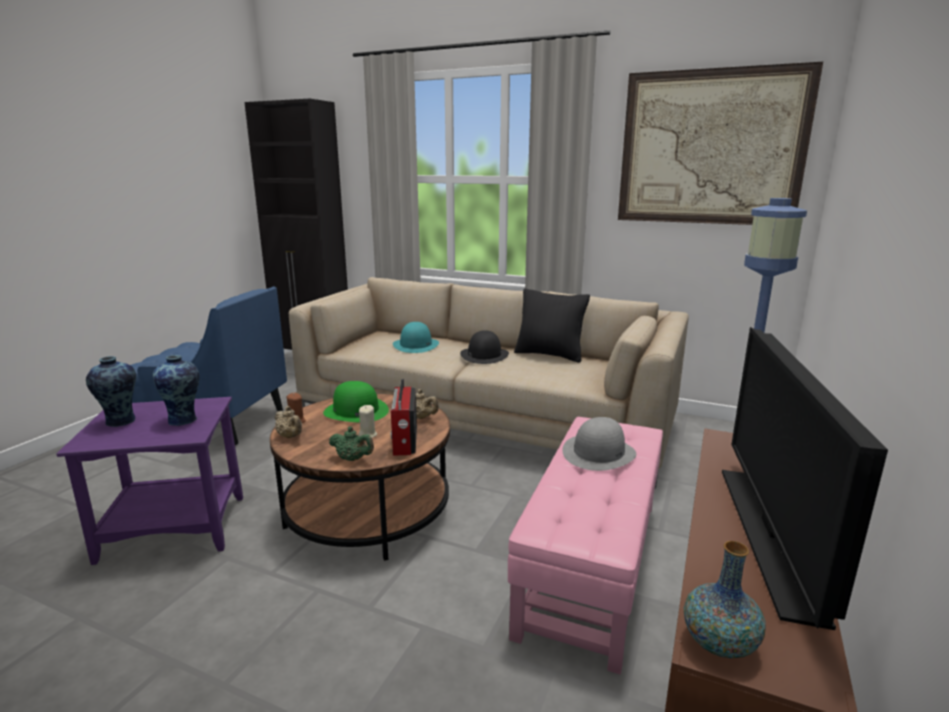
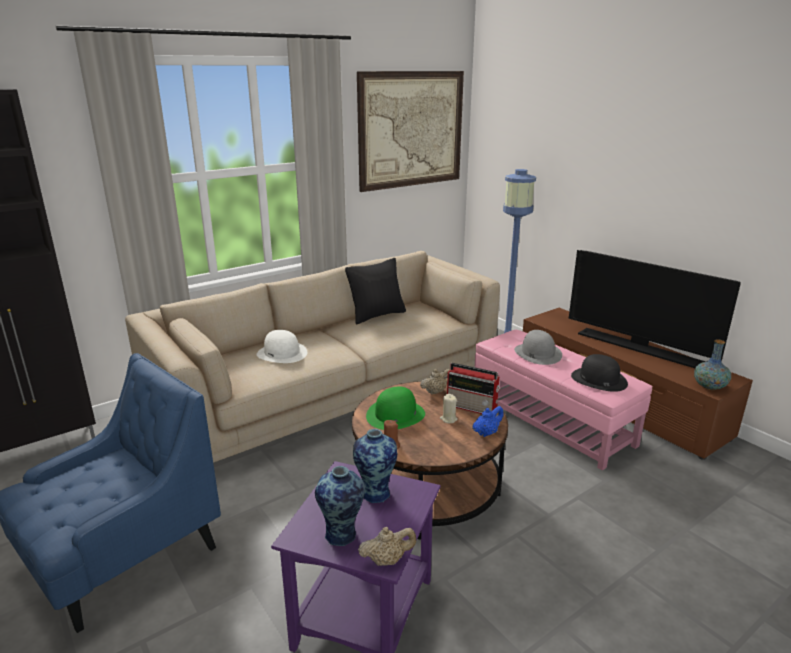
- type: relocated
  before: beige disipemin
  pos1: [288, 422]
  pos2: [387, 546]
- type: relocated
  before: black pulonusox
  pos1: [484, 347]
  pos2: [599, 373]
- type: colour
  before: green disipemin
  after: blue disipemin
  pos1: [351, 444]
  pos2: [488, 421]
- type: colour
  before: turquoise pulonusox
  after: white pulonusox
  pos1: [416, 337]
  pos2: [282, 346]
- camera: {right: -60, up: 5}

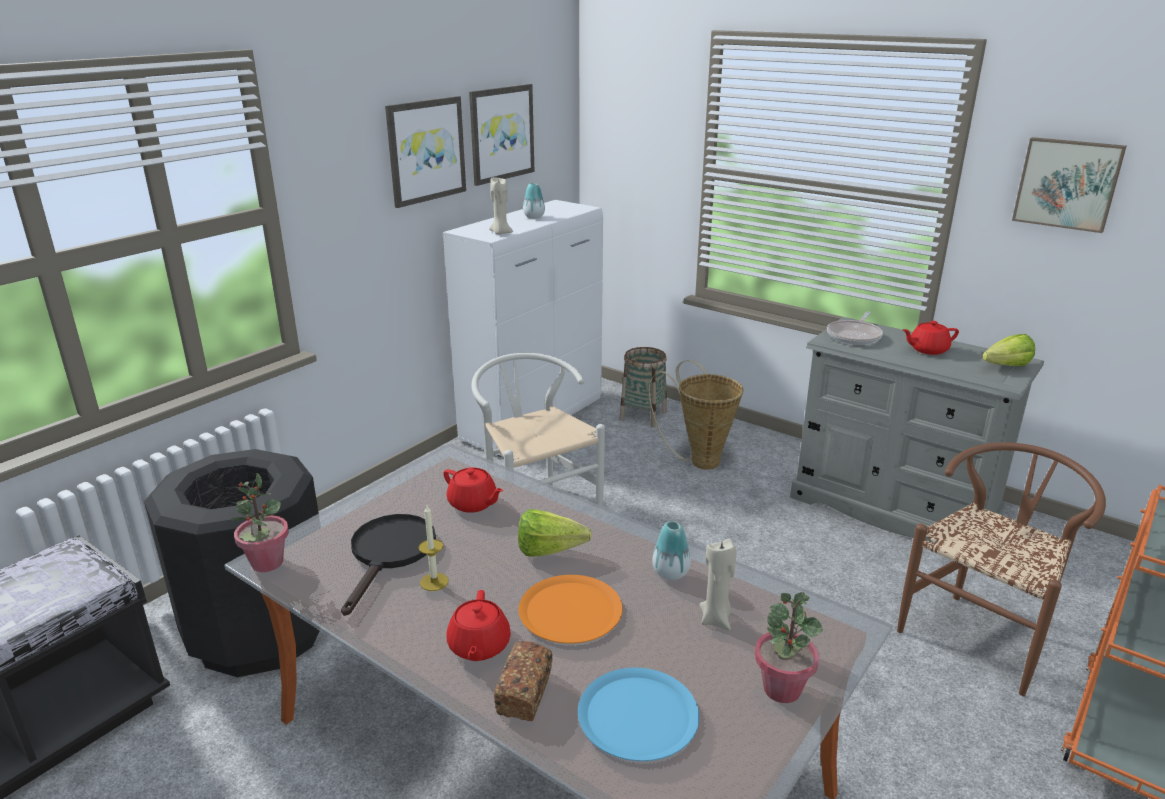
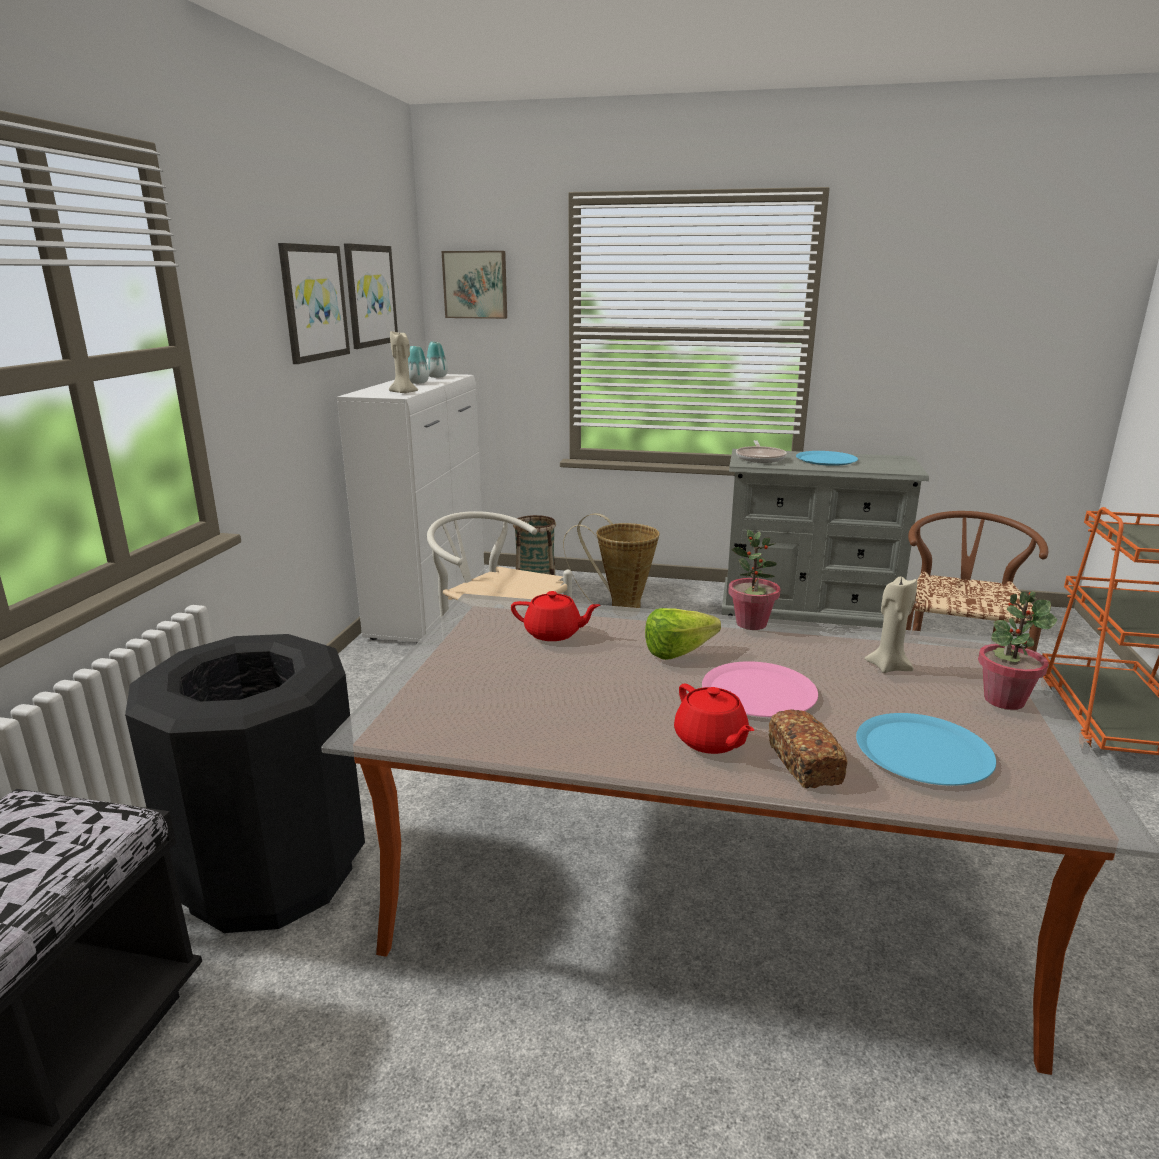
- type: missing
  before: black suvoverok
  pos1: [388, 565]
- type: missing
  before: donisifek
  pos1: [434, 548]
- type: missing
  before: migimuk
  pos1: [1009, 350]
- type: relocated
  before: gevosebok
  pos1: [260, 522]
  pos2: [754, 580]
- type: relocated
  before: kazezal
  pos1: [671, 550]
  pos2: [437, 360]
- type: relocated
  before: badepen
  pos1: [1069, 185]
  pos2: [474, 285]
- type: exchanged
  before: red disipemin
  after: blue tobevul
  pos1: [931, 338]
  pos2: [827, 458]
- type: colour
  before: orange tobevul
  after: pink tobevul
  pos1: [570, 609]
  pos2: [760, 689]
- camera: {right: -25, up: -5}

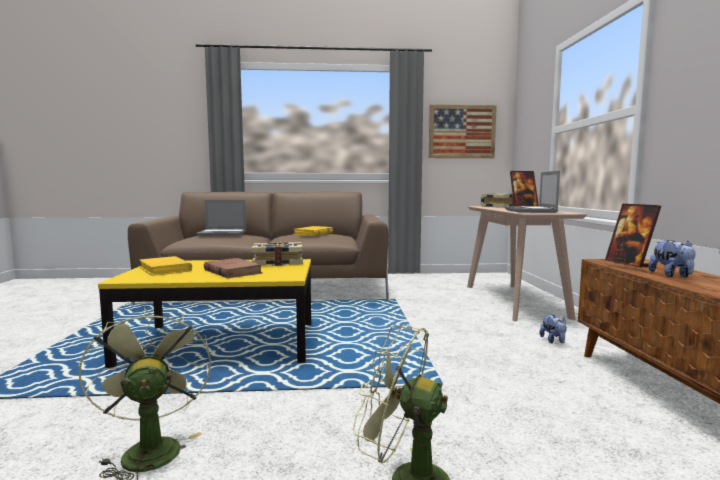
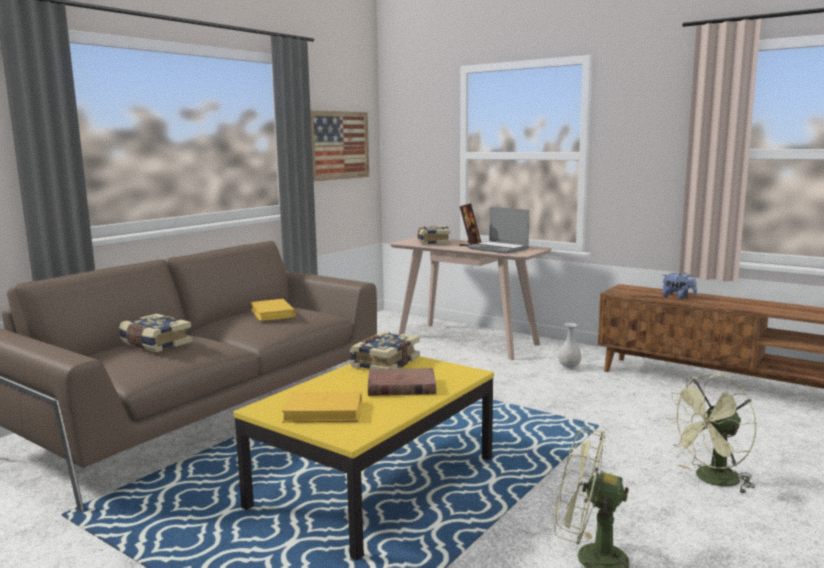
- type: missing
  before: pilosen
  pos1: [633, 236]
- type: exchanged
  before: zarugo
  after: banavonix
  pos1: [221, 218]
  pos2: [156, 333]
- type: exchanged
  before: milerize
  after: white kazezal
  pos1: [553, 328]
  pos2: [569, 346]
- camera: {right: -50, up: 5}

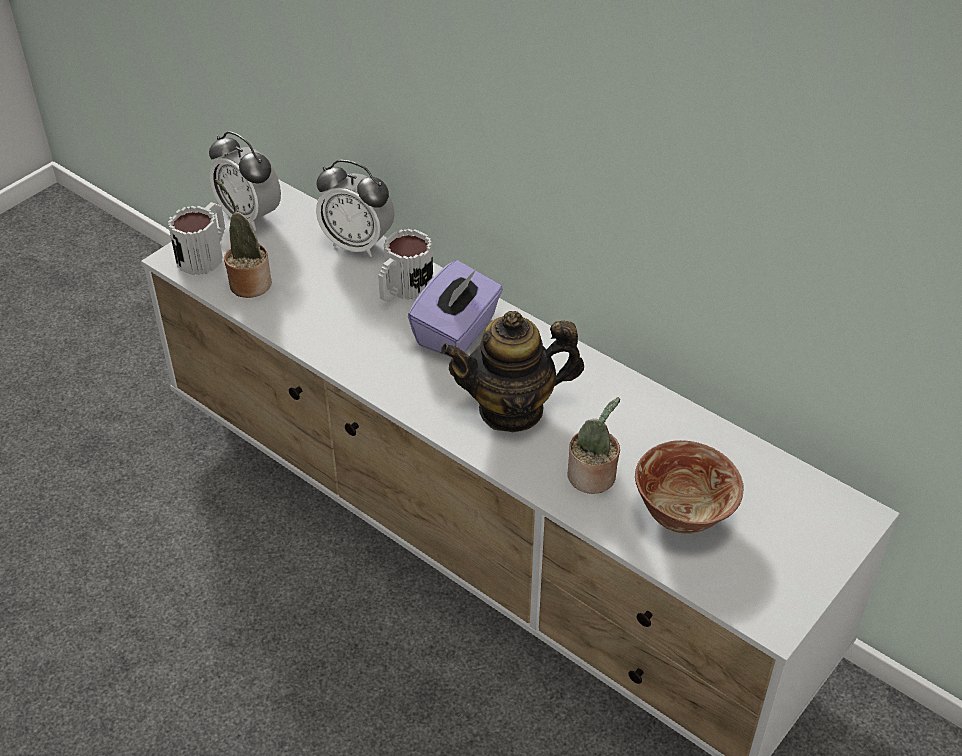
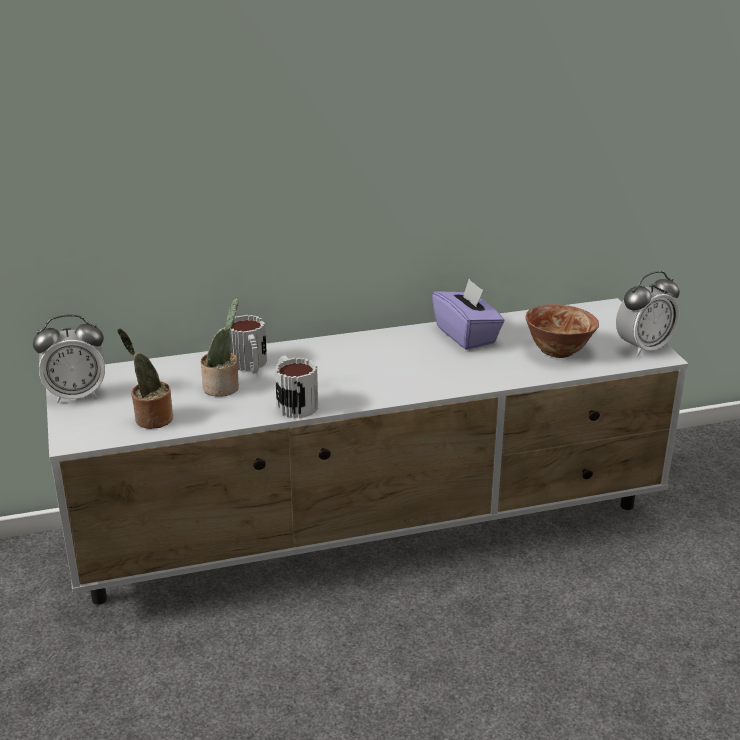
- type: missing
  before: disipemin
  pos1: [512, 371]
- type: relocated
  before: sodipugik
  pos1: [196, 238]
  pos2: [296, 387]
- type: relocated
  before: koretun
  pos1: [355, 208]
  pos2: [648, 313]
- type: relocated
  before: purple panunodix
  pos1: [455, 309]
  pos2: [468, 314]
- type: relocated
  before: gevosebok
  pos1: [593, 445]
  pos2: [220, 347]
- camera: {right: -55, up: -15}

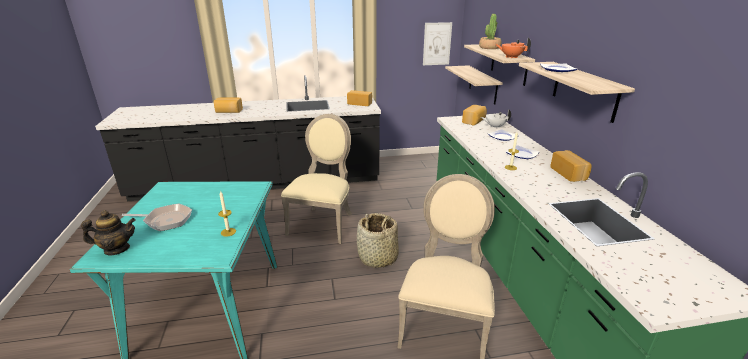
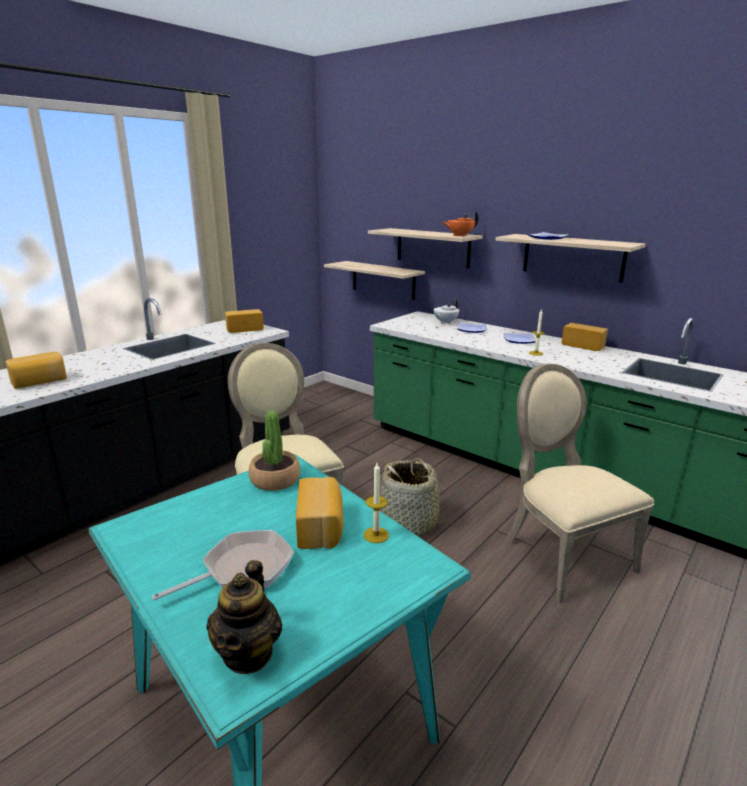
- type: missing
  before: badepen
  pos1: [437, 43]
- type: relocated
  before: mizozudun
  pos1: [474, 115]
  pos2: [319, 513]
- type: relocated
  before: gevosebok
  pos1: [490, 31]
  pos2: [274, 450]
- type: spun
  before: disipemin
  pos1: [108, 233]
  pos2: [244, 617]
  turn: 150
- camera: {right: -40, up: -5}

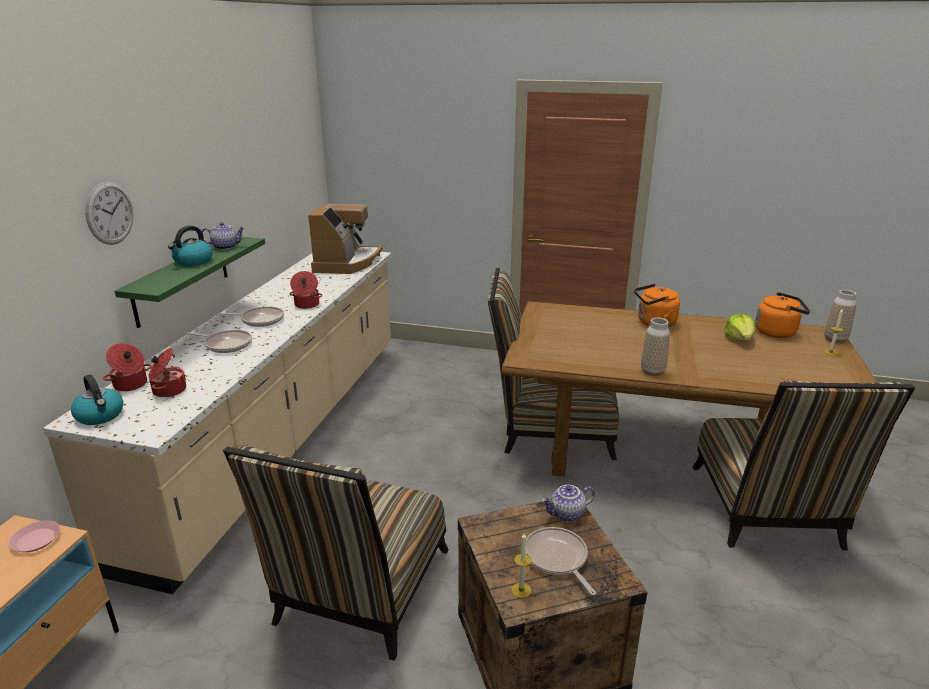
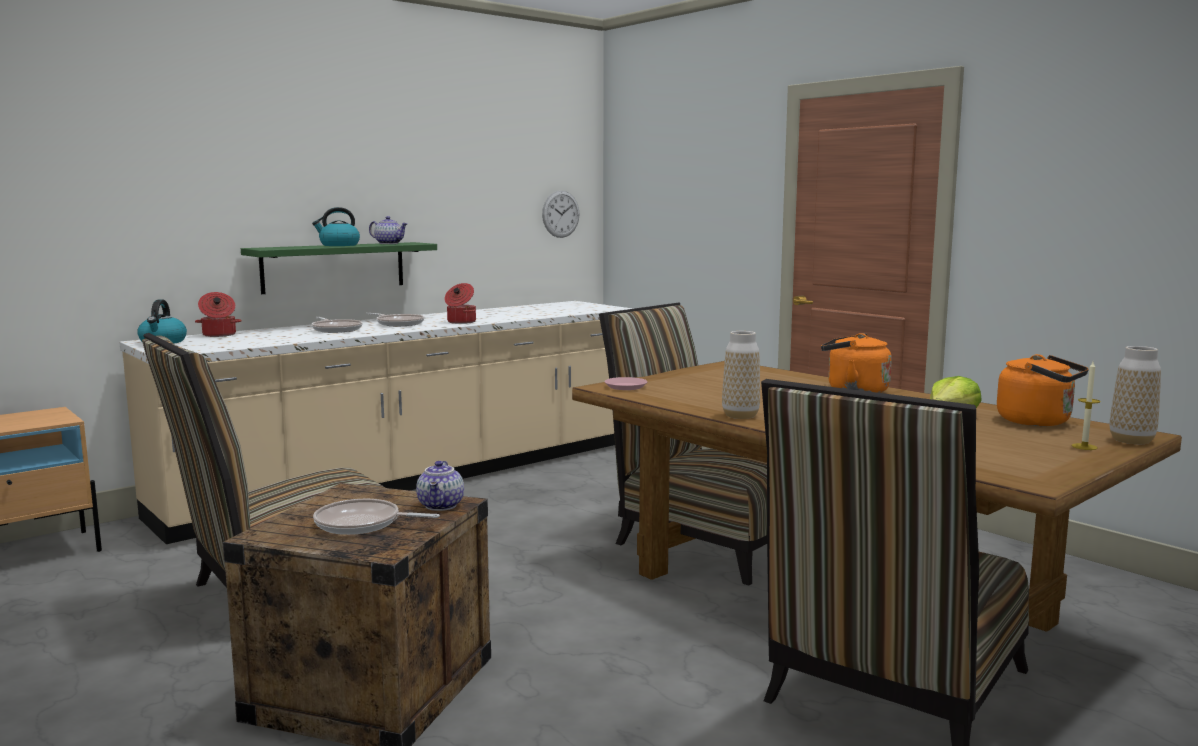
- type: missing
  before: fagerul
  pos1: [167, 372]
- type: missing
  before: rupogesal
  pos1: [345, 239]
- type: missing
  before: donisifek
  pos1: [521, 565]
- type: relocated
  before: pink tobevul
  pos1: [34, 536]
  pos2: [625, 383]
- type: relocated
  before: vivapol
  pos1: [109, 213]
  pos2: [560, 214]
- type: spun
  before: suvoverok
  pos1: [560, 561]
  pos2: [376, 517]
  turn: -90
- type: spun
  before: disipemin
  pos1: [568, 503]
  pos2: [440, 486]
  turn: -105
- camera: {right: 35, up: -15}

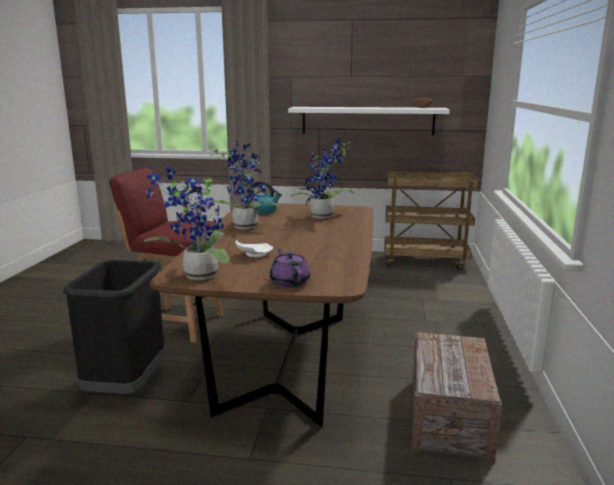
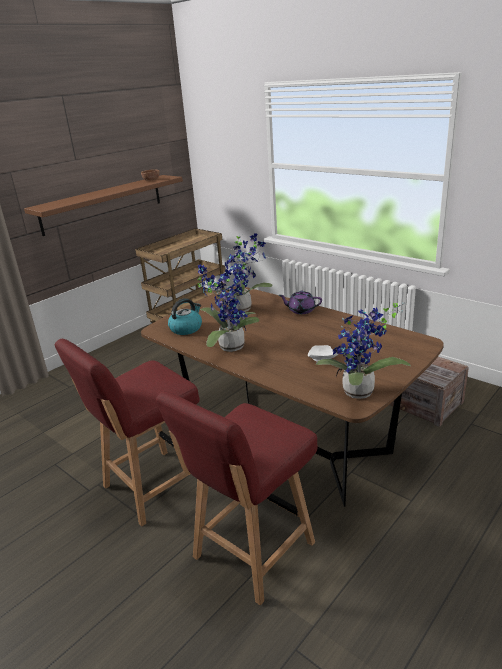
- type: relocated
  before: purple disipemin
  pos1: [289, 268]
  pos2: [300, 302]
- type: exchanged
  before: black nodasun
  after: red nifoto
  pos1: [114, 327]
  pos2: [236, 498]
- type: colour
  before: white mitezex
  after: brown mitezex
  pos1: [369, 121]
  pos2: [103, 205]
- camera: {right: -55, up: 10}

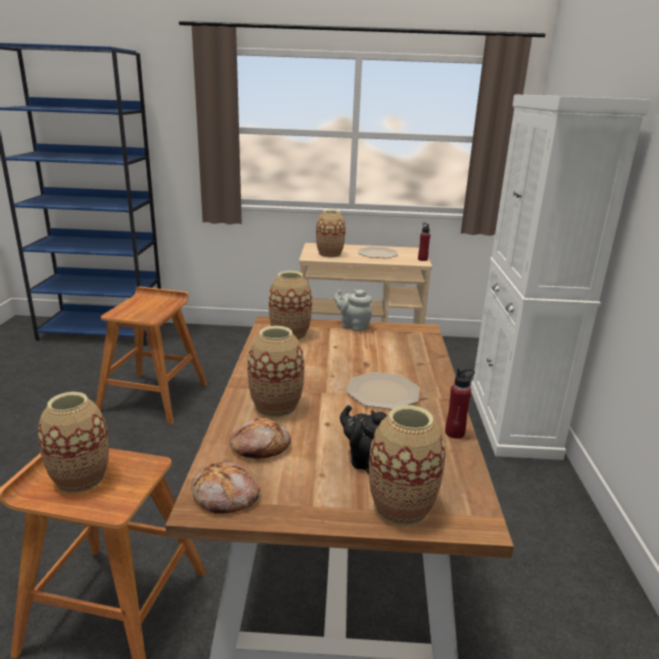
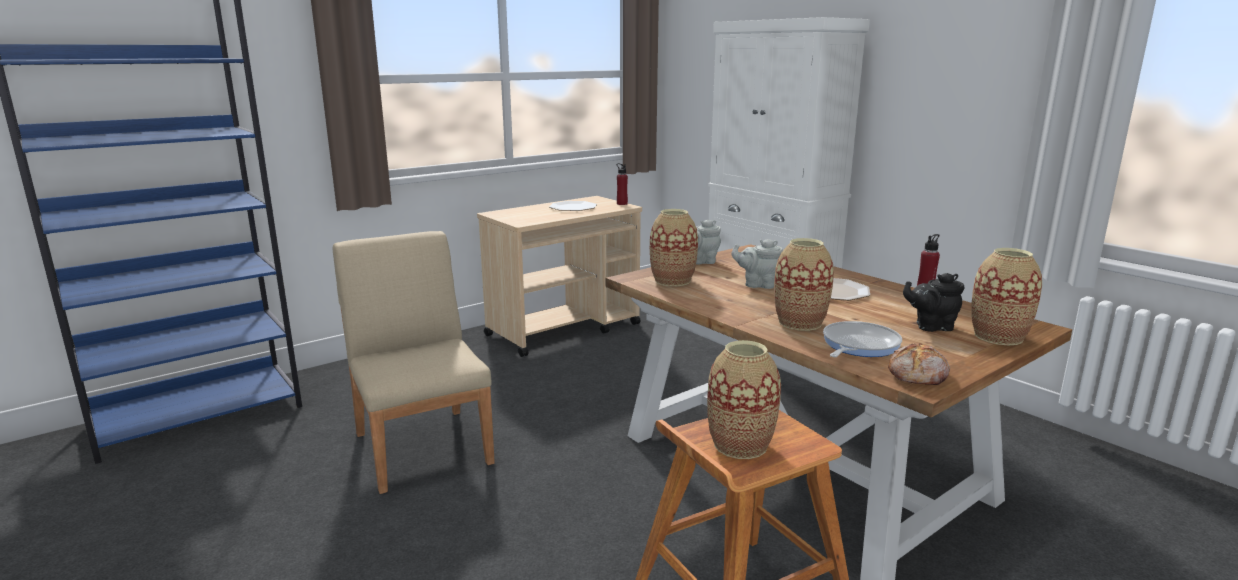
- type: missing
  before: kazezal
  pos1: [331, 233]
- type: appeared
  after: grey disipemin
  pos2: [757, 264]
- type: exchanged
  before: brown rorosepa
  after: beige nifoto
  pos1: [151, 355]
  pos2: [414, 362]
- type: exchanged
  before: mizozudun
  after: suvoverok
  pos1: [260, 438]
  pos2: [862, 339]
- camera: {right: -40, up: -5}

